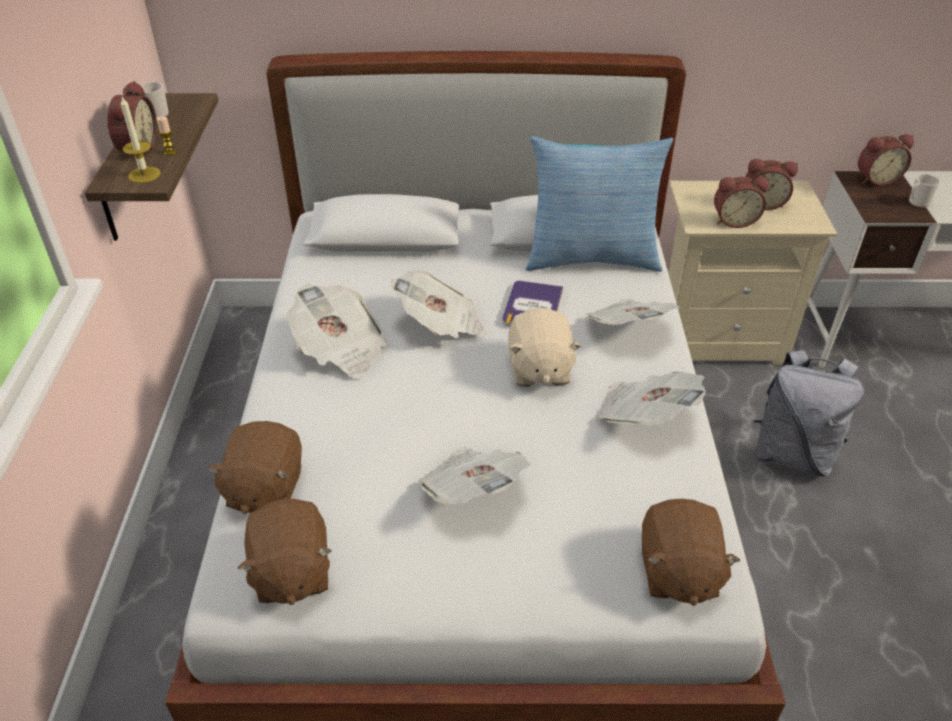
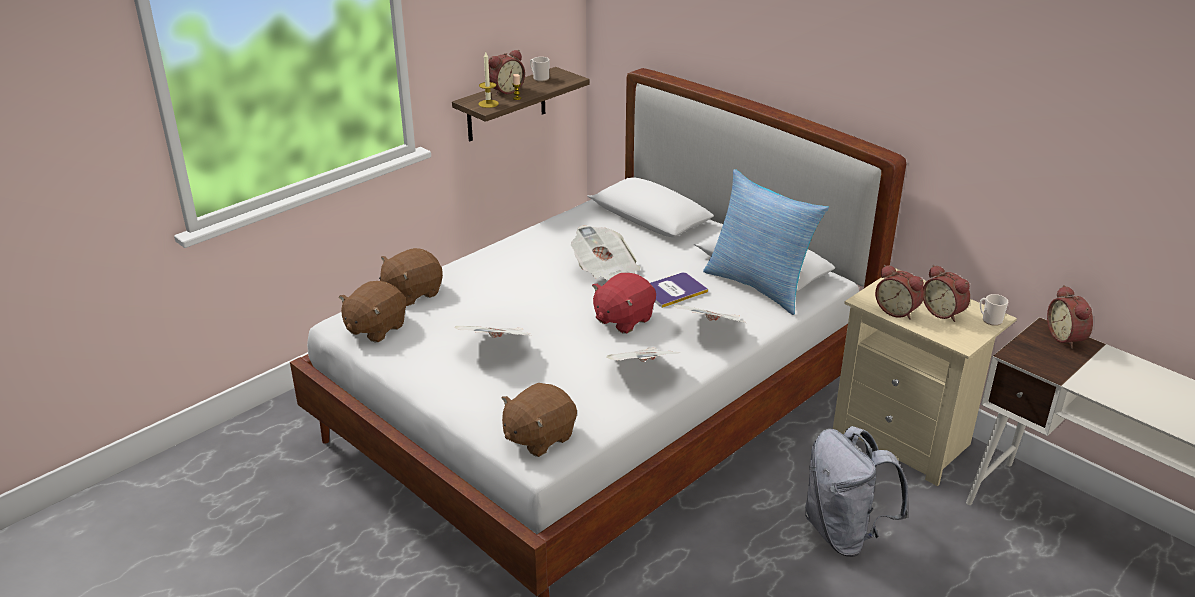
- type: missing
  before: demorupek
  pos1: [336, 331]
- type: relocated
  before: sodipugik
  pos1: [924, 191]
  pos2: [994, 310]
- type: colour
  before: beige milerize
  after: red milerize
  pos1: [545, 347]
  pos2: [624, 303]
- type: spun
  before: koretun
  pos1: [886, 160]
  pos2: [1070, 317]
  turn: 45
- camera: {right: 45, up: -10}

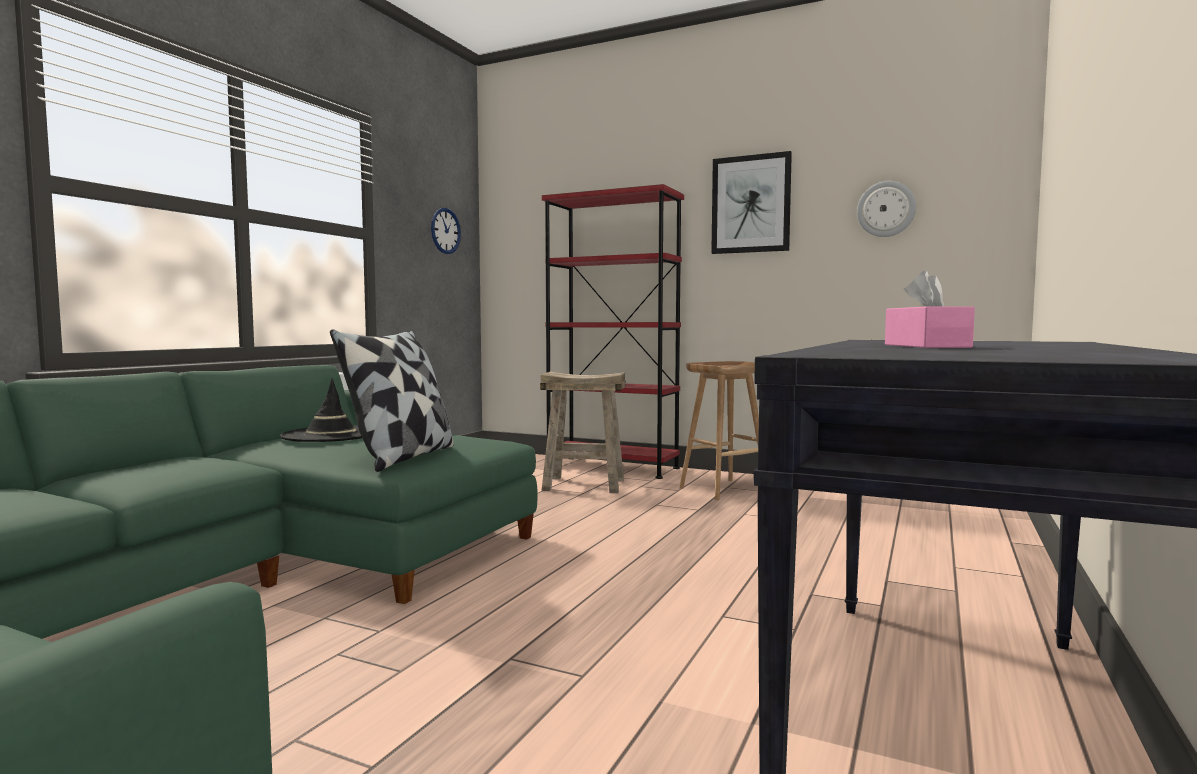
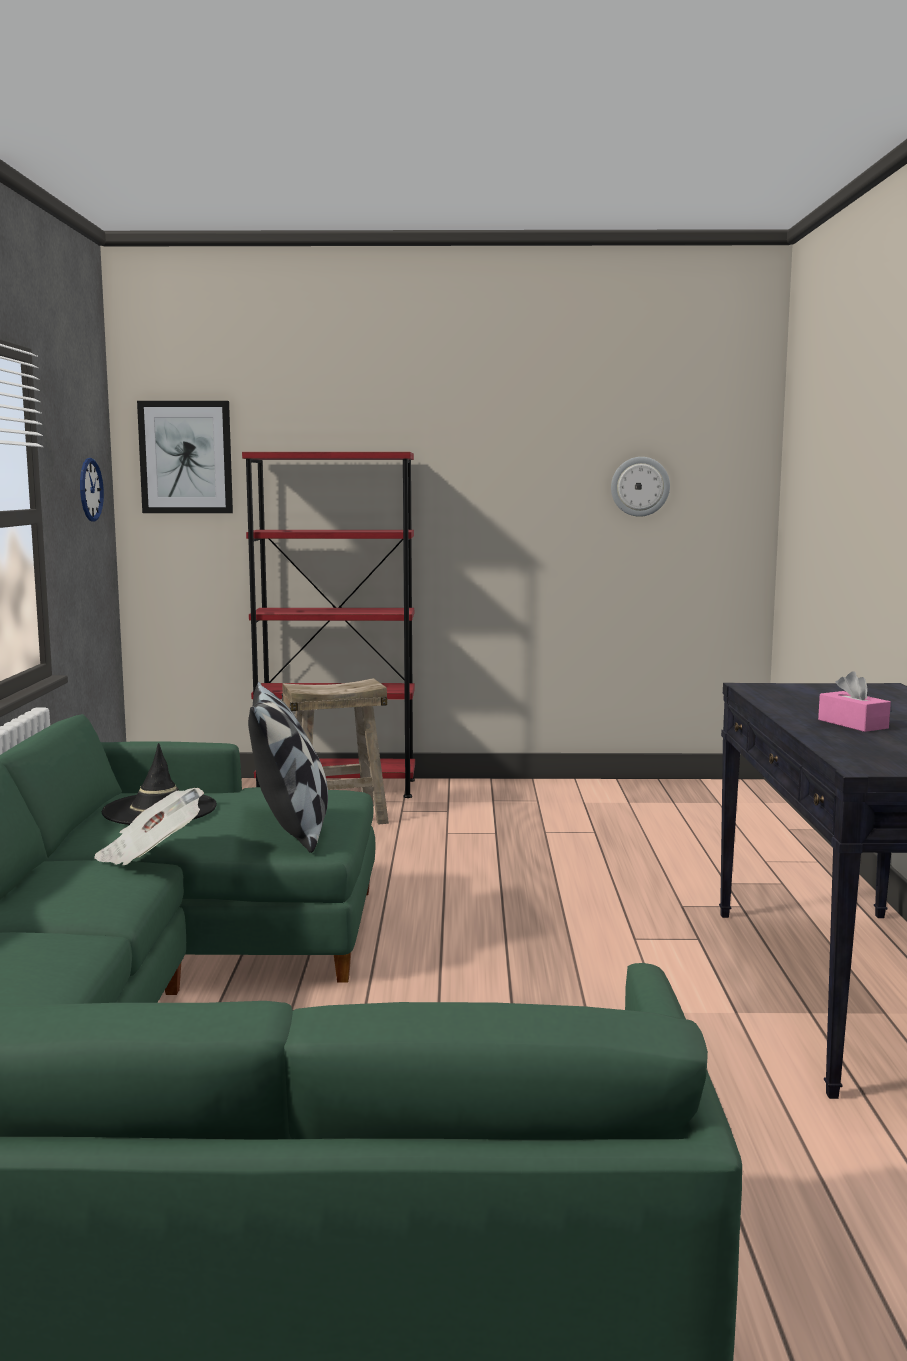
- type: missing
  before: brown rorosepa
  pos1: [719, 430]
- type: appeared
  after: demorupek
  pos2: [149, 827]
- type: relocated
  before: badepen
  pos1: [751, 202]
  pos2: [185, 457]
- camera: {right: -25, up: 5}

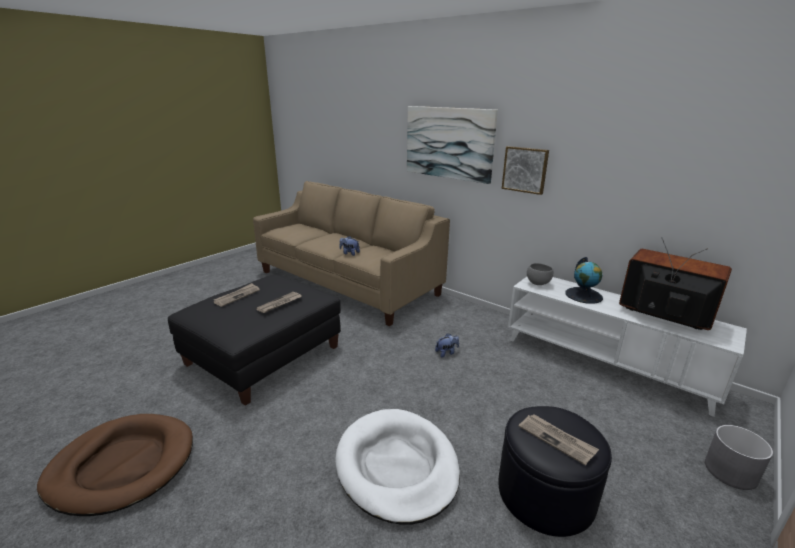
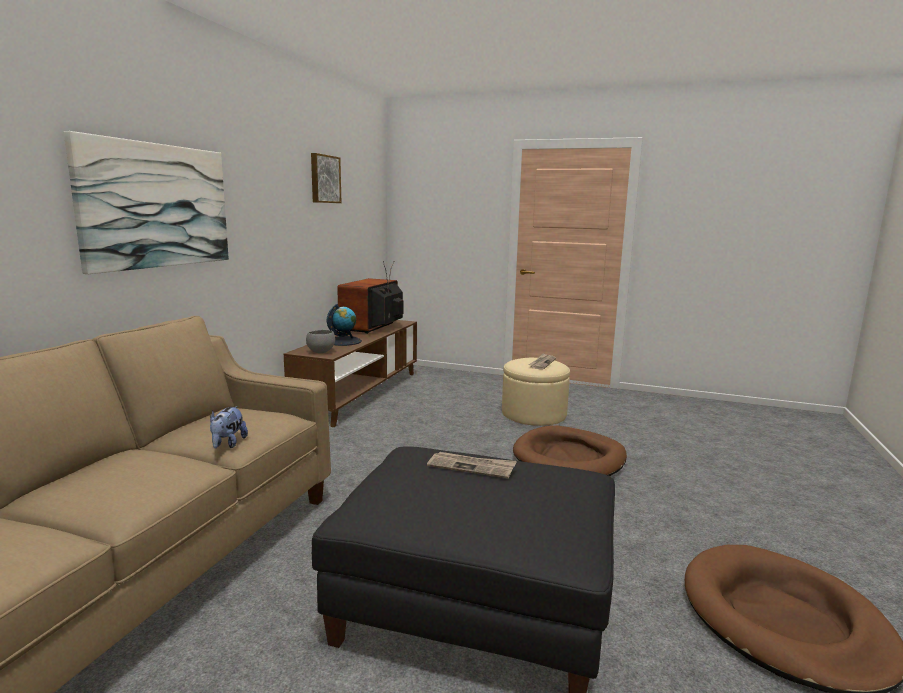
- type: missing
  before: demorupek
  pos1: [237, 295]
- type: missing
  before: milerize
  pos1: [447, 345]
- type: missing
  before: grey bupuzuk
  pos1: [739, 457]
- type: relocated
  before: badepen
  pos1: [525, 170]
  pos2: [326, 178]
- type: colour
  before: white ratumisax
  after: brown ratumisax
  pos1: [397, 466]
  pos2: [570, 450]
- type: colour
  before: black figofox
  after: beige figofox
  pos1: [555, 471]
  pos2: [536, 392]
- type: colour
  before: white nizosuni
  after: brown nizosuni
  pos1: [627, 347]
  pos2: [350, 373]
- camera: {right: -110, up: -10}

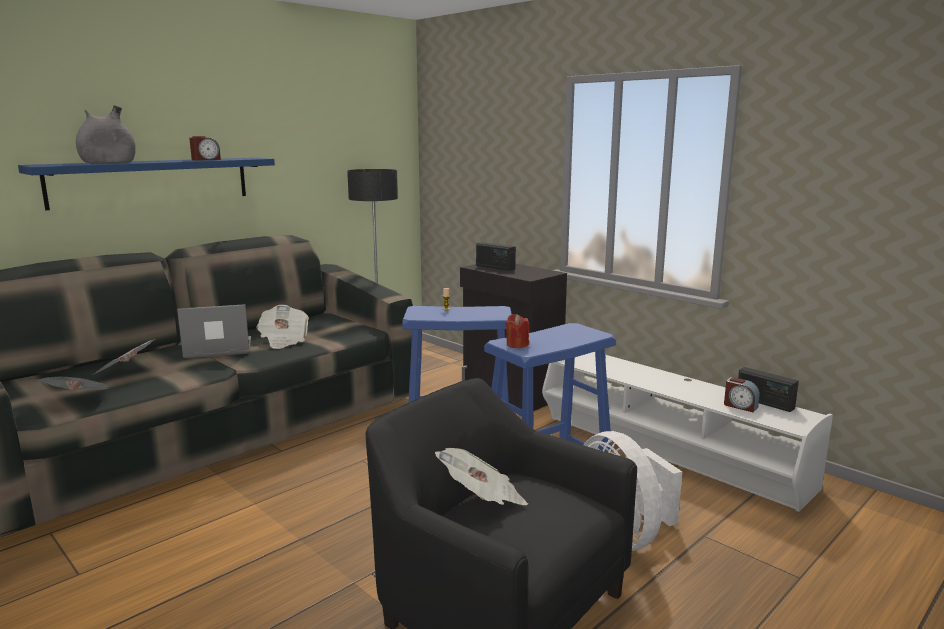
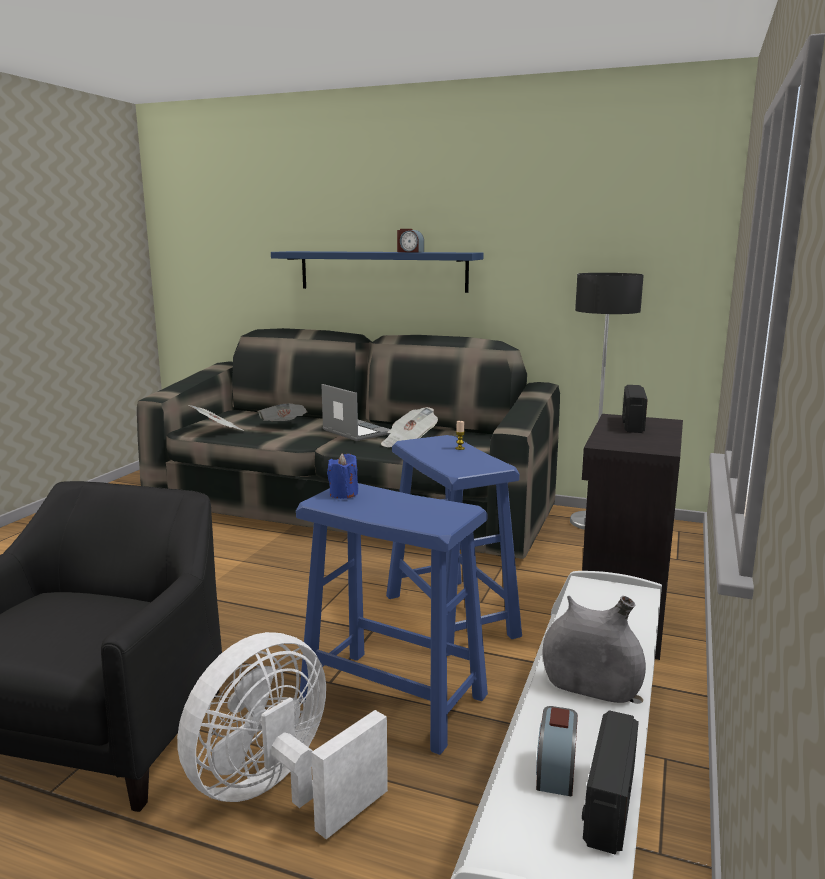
- type: missing
  before: demorupek
  pos1: [481, 476]
- type: relocated
  before: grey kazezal
  pos1: [106, 134]
  pos2: [594, 649]
- type: colour
  before: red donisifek
  after: blue donisifek
  pos1: [517, 331]
  pos2: [342, 476]
- camera: {right: 65, up: 0}

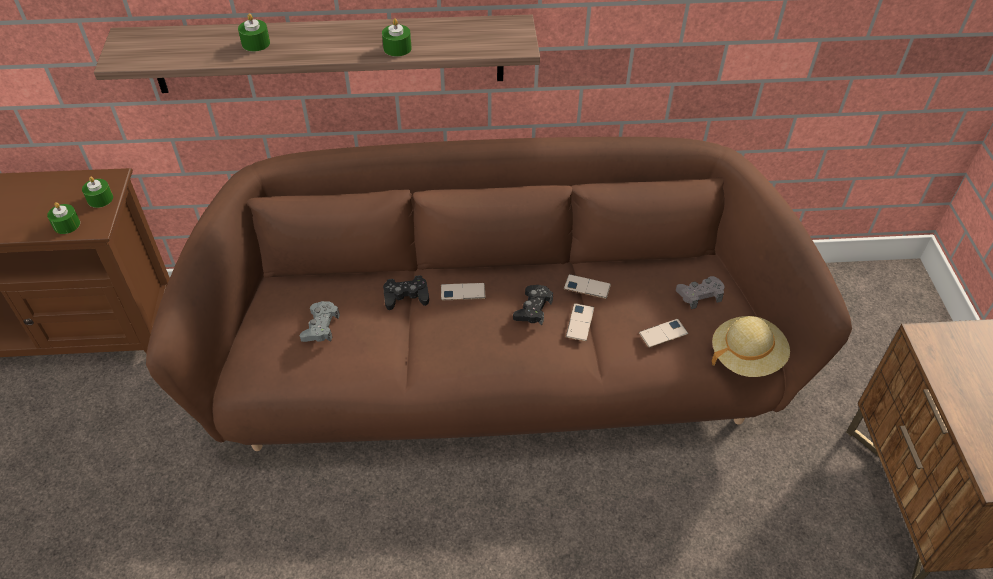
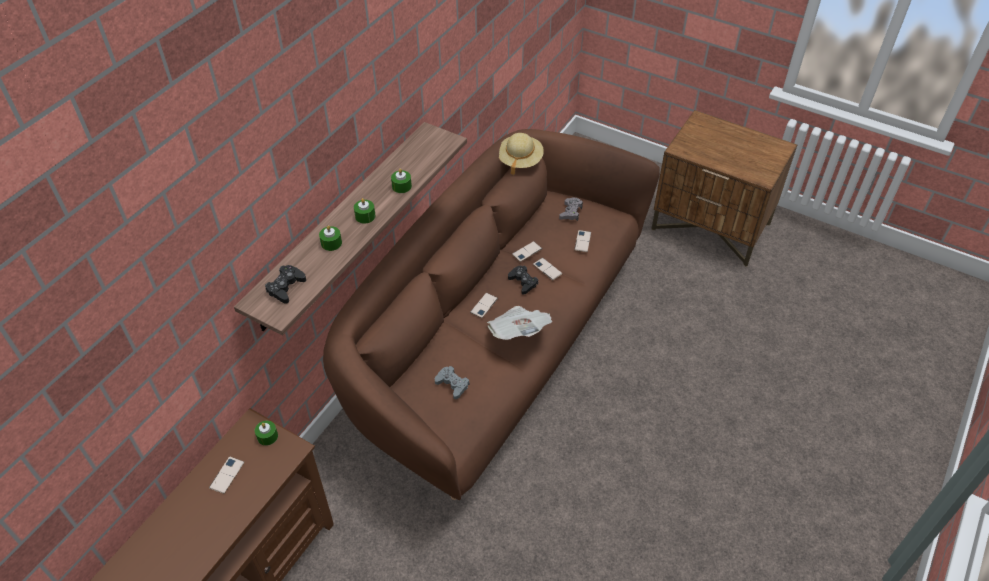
- type: appeared
  after: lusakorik
  pos2: [226, 475]
- type: appeared
  after: demorupek
  pos2: [519, 323]
- type: relocated
  before: green donisifek
  pos1: [63, 218]
  pos2: [365, 211]
- type: relocated
  before: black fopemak
  pos1: [406, 292]
  pos2: [285, 284]
- type: relocated
  before: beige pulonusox
  pos1: [751, 346]
  pos2: [521, 154]
- camera: {right: -55, up: 0}

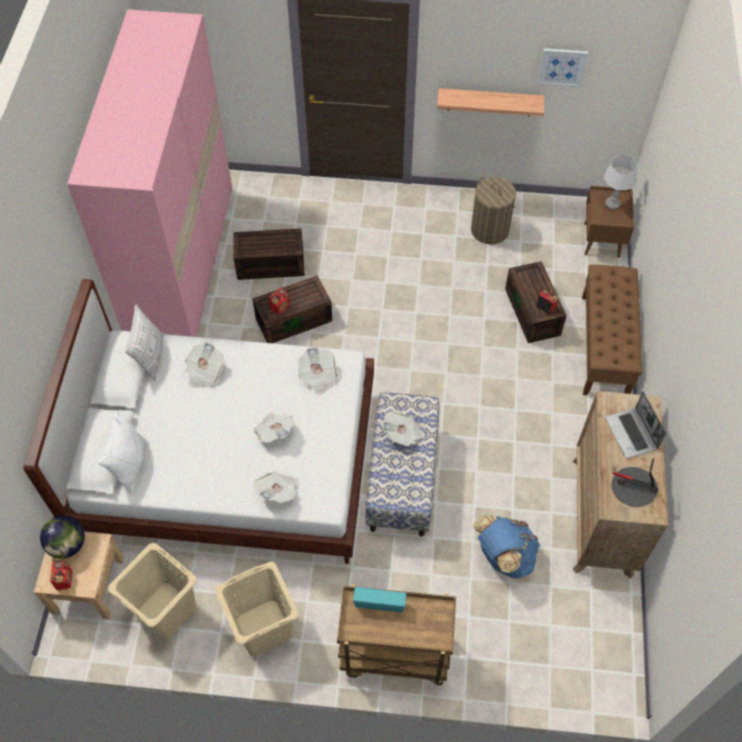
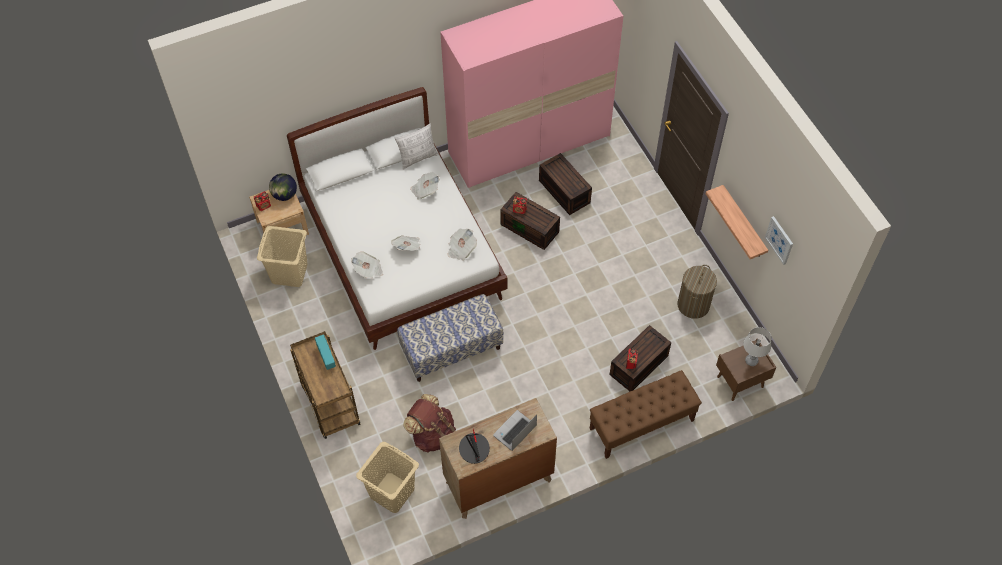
- type: missing
  before: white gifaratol
  pos1: [122, 451]
- type: missing
  before: demorupek
  pos1: [403, 429]
- type: relocated
  before: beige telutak
  pos1: [256, 609]
  pos2: [387, 477]
- type: colour
  before: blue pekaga
  after: brown pekaga
  pos1: [506, 546]
  pos2: [429, 423]
- camera: {right: 60, up: 0}

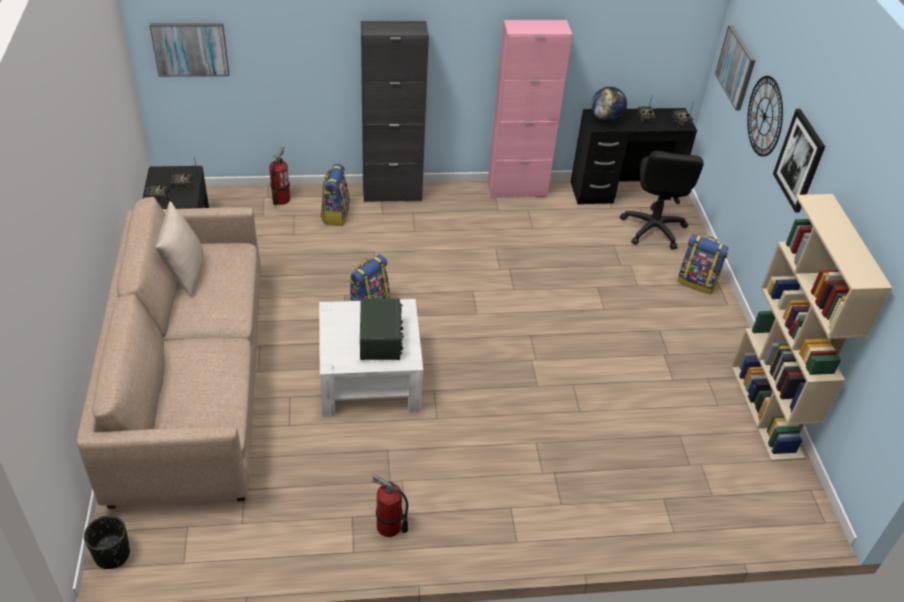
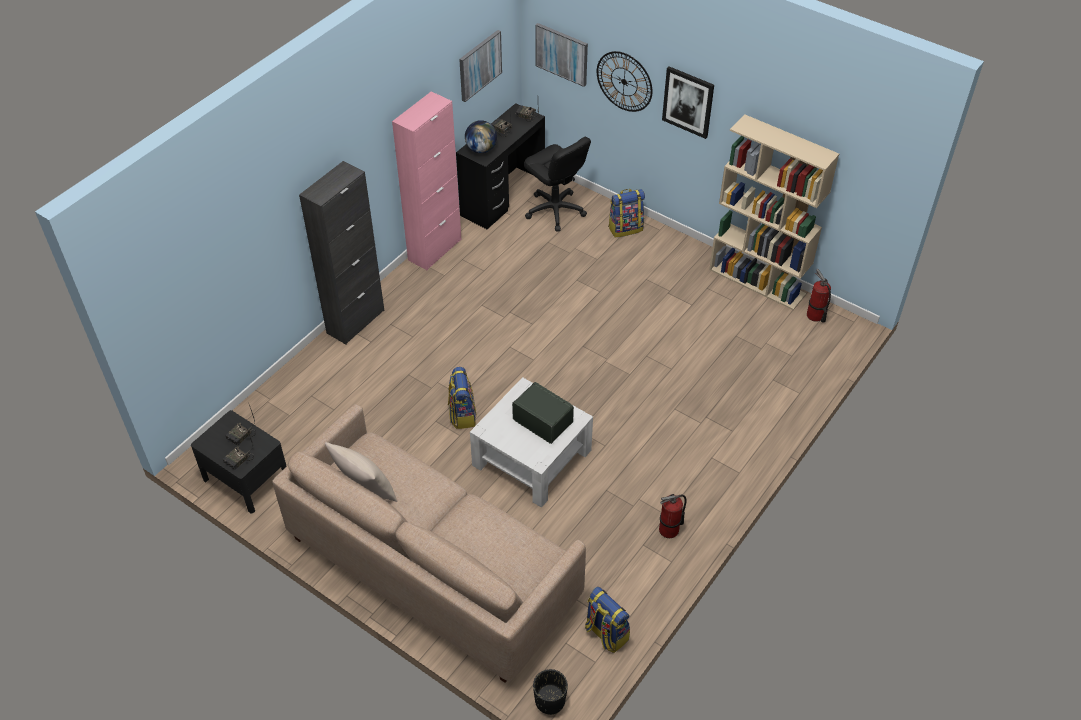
- type: relocated
  before: badepen
  pos1: [189, 50]
  pos2: [480, 66]
- type: relocated
  before: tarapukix
  pos1: [279, 175]
  pos2: [819, 296]
- type: relocated
  before: pekaga
  pos1: [335, 194]
  pos2: [607, 620]
- camera: {right: -45, up: 5}

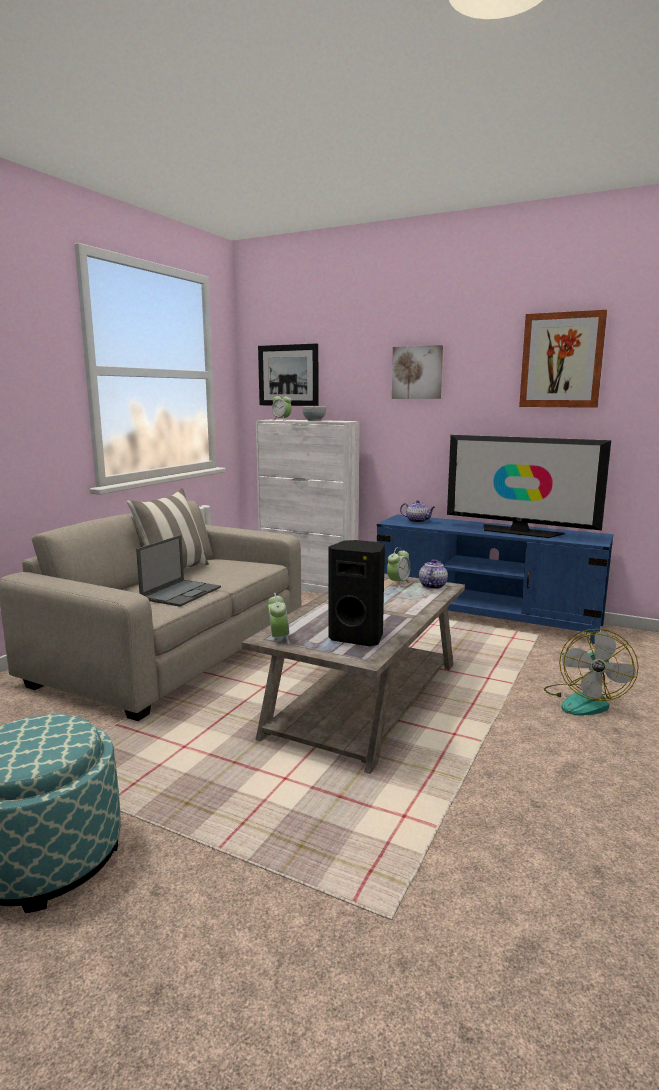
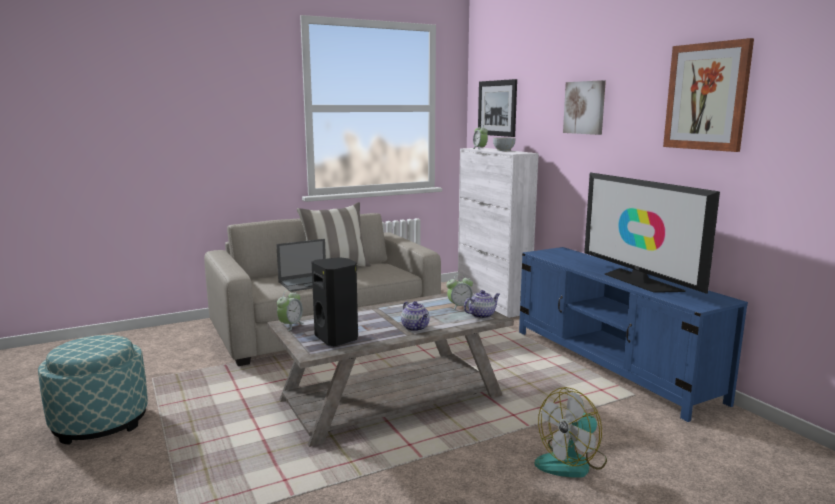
- type: relocated
  before: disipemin
  pos1: [417, 511]
  pos2: [415, 316]
- camera: {right: 35, up: 0}

